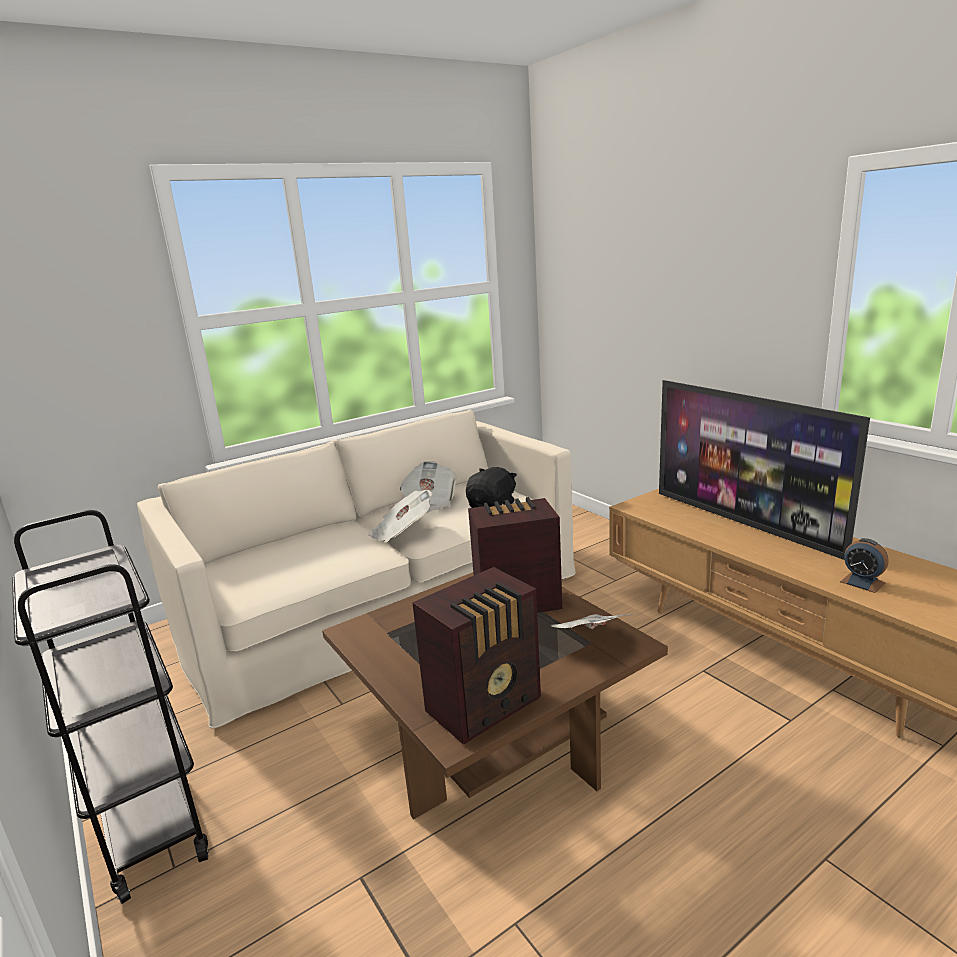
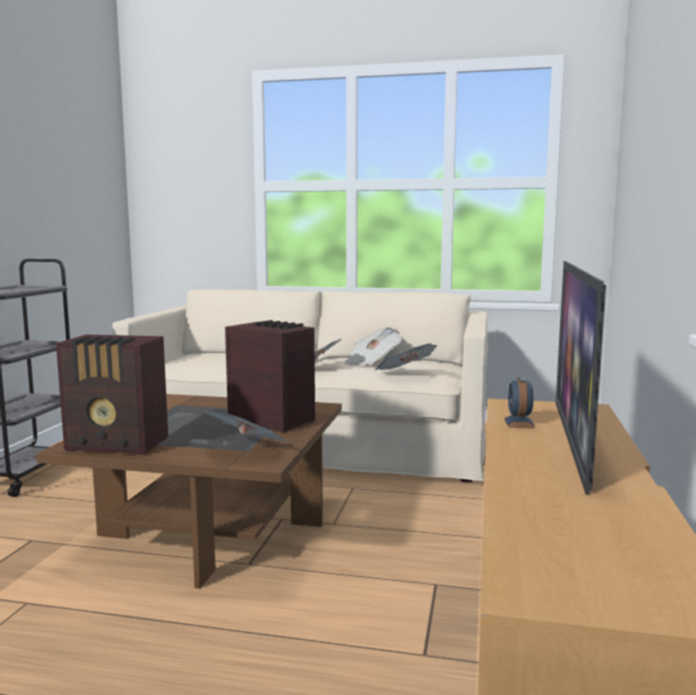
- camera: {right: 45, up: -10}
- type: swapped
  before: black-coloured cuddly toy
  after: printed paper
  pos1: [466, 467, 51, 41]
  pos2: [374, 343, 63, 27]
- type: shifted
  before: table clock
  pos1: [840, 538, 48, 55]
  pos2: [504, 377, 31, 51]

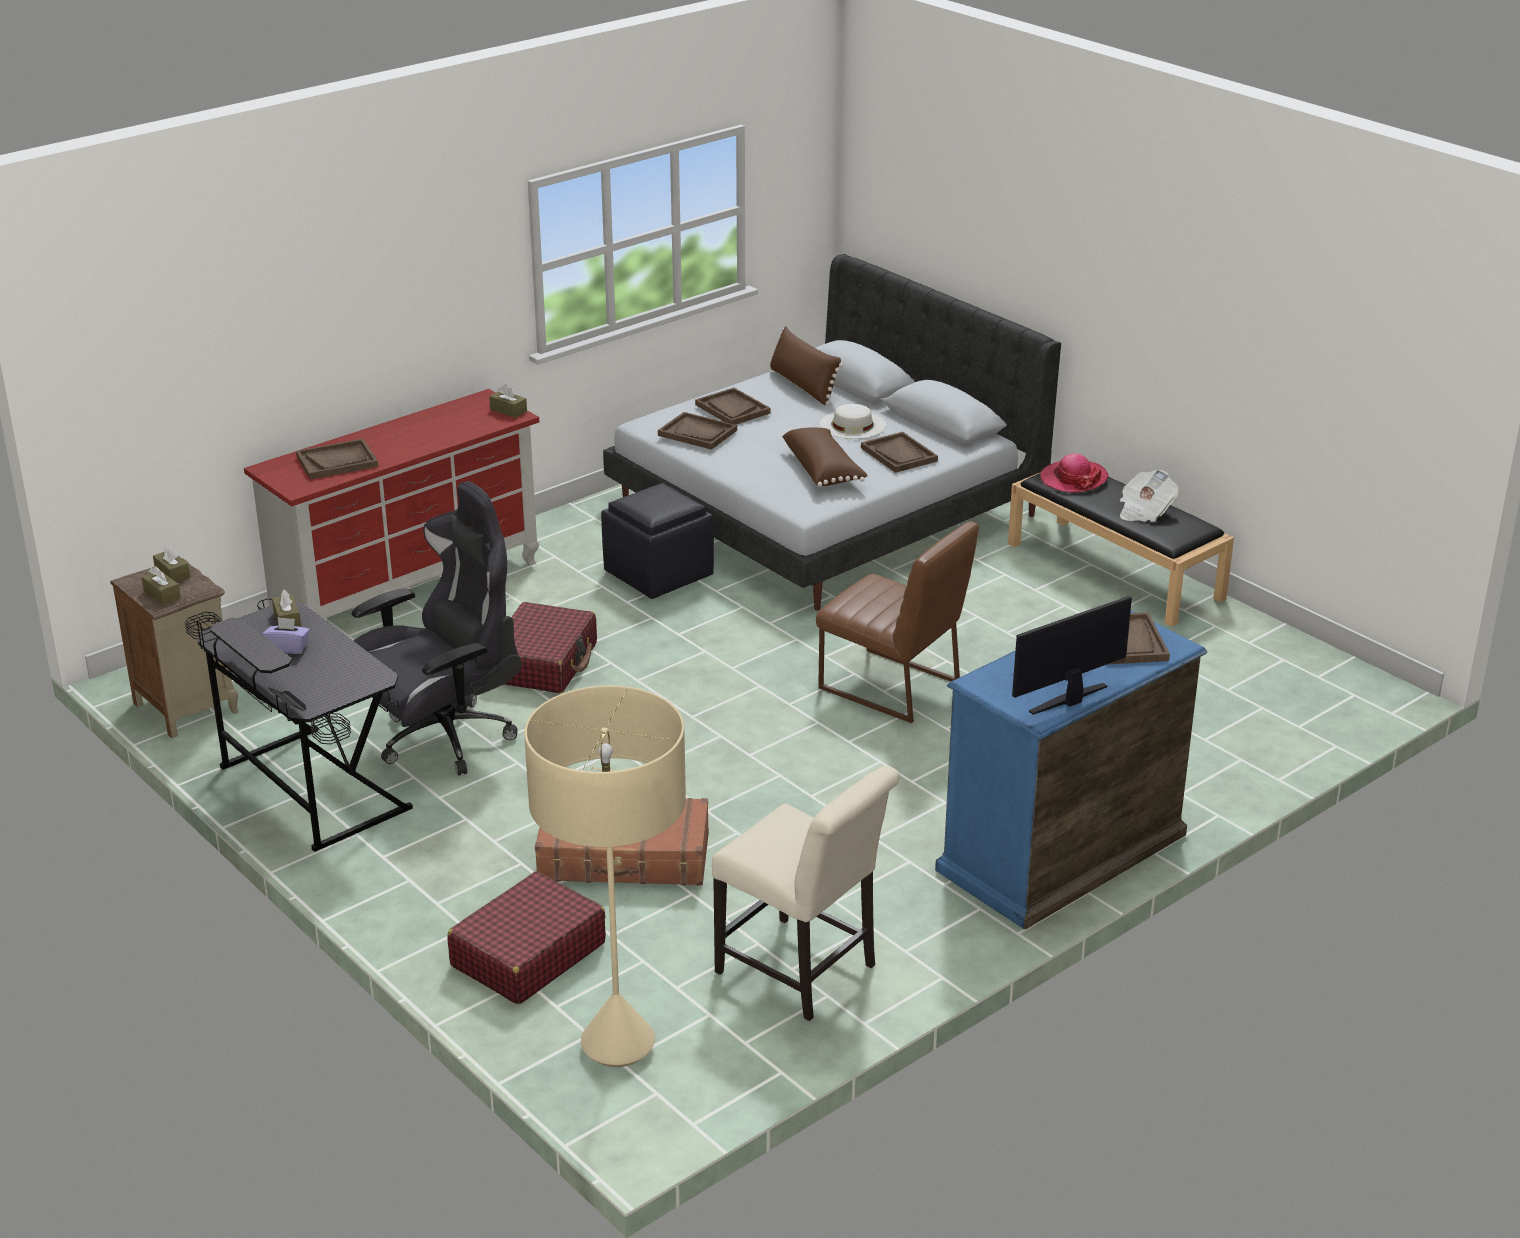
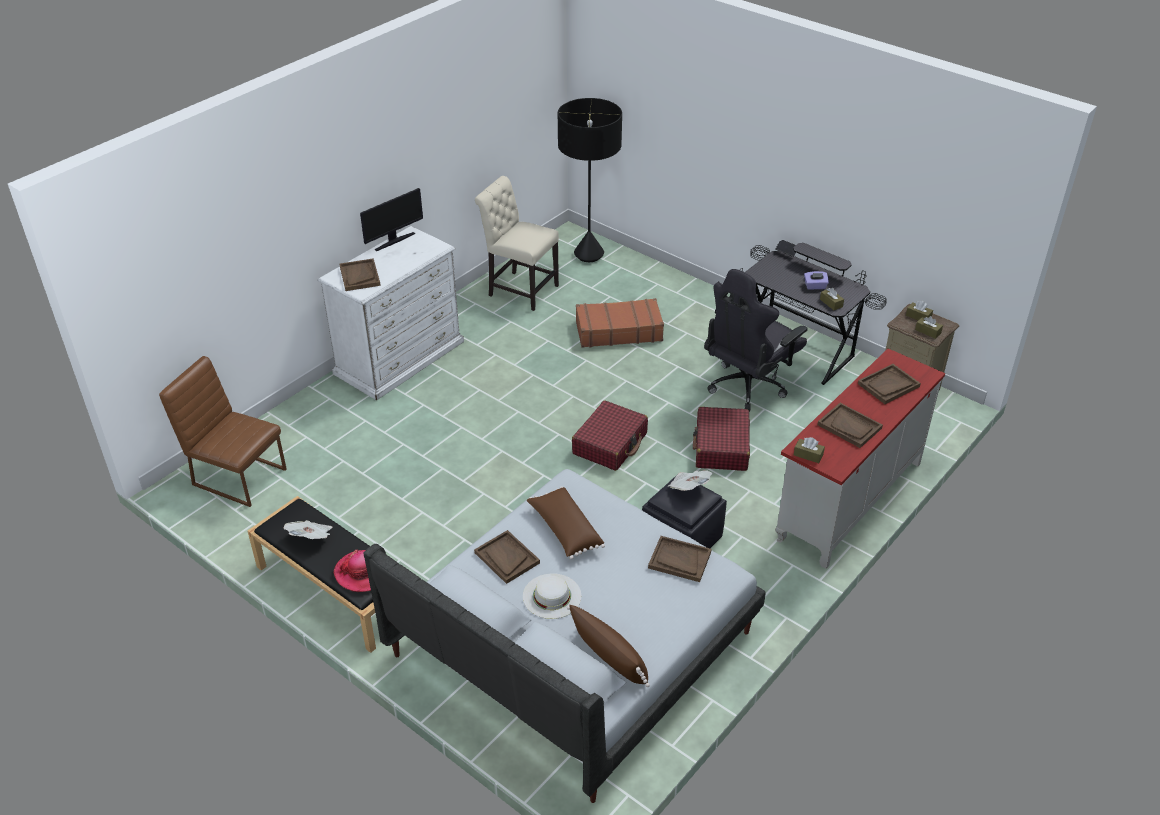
- camera: {right: 170, up: 10}
- type: shifted
  before: brown-coloured chair
  pos1: [816, 521, 163, 202]
  pos2: [159, 356, 128, 151]
- type: repainted
  before: bluish drawer chest
  after: whitish drawer chest
  pos1: [935, 611, 272, 318]
  pos2: [317, 226, 147, 174]
- type: repainted
  before: beige-coloured standard lamp
  after: black-coloured standard lamp
  pos1: [524, 685, 162, 382]
  pos2: [558, 98, 64, 164]
- type: shifted
  before: reddish piece of luggage
  pos1: [448, 872, 158, 132]
  pos2: [572, 400, 76, 71]
- type: new
  after: printed paper
  pos2: [668, 470, 45, 21]
- type: shifted
  before: brown-coloured carrying tray
  pos1: [695, 388, 76, 37]
  pos2: [817, 403, 66, 45]

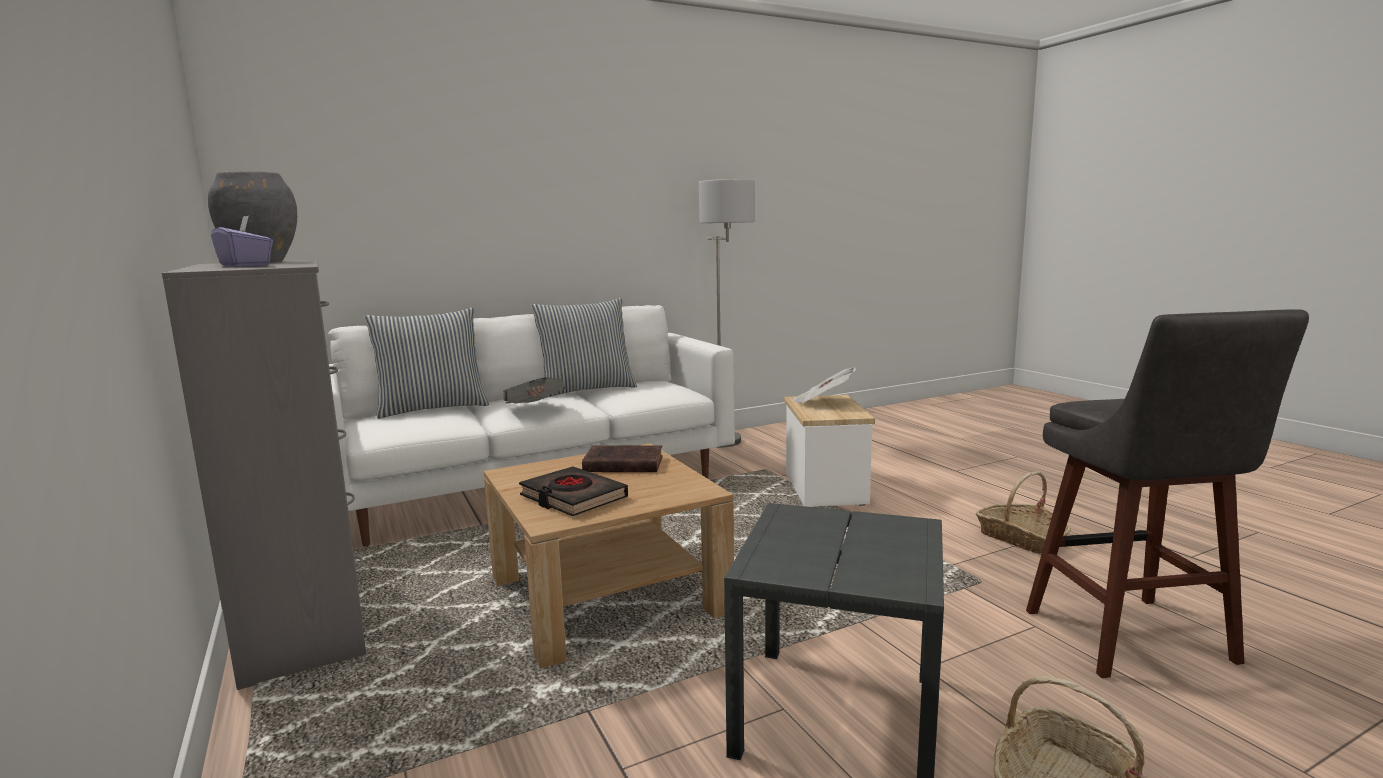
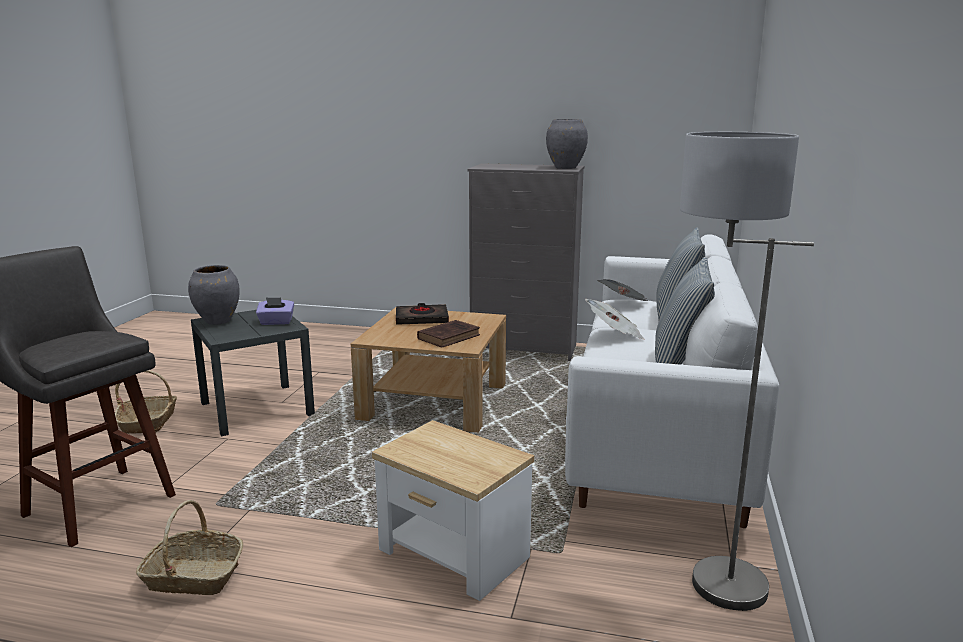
- camera: {right: 130, up: 5}
- type: new
  after: greyish decorative vase
  pos2: [188, 265, 52, 60]
- type: shifted
  before: purple-coloured tissue box
  pos1: [211, 215, 62, 52]
  pos2: [256, 297, 38, 28]
- type: shifted
  before: printed paper
  pos1: [792, 367, 64, 37]
  pos2: [597, 279, 50, 22]

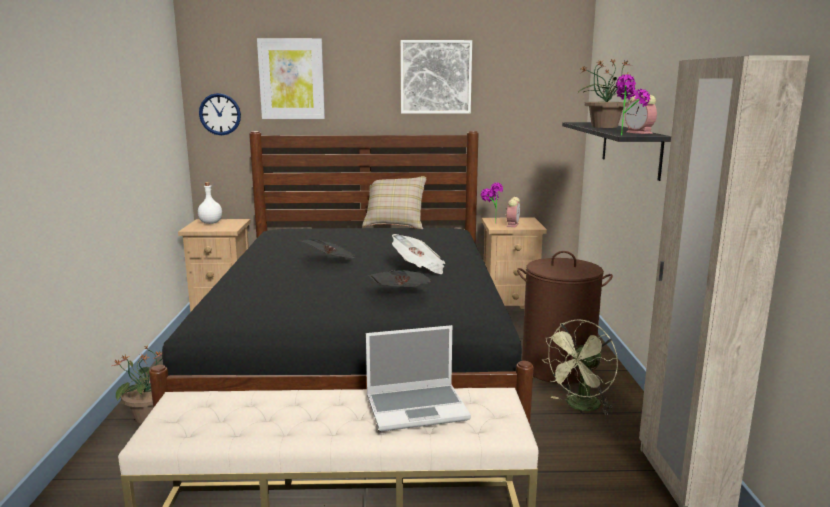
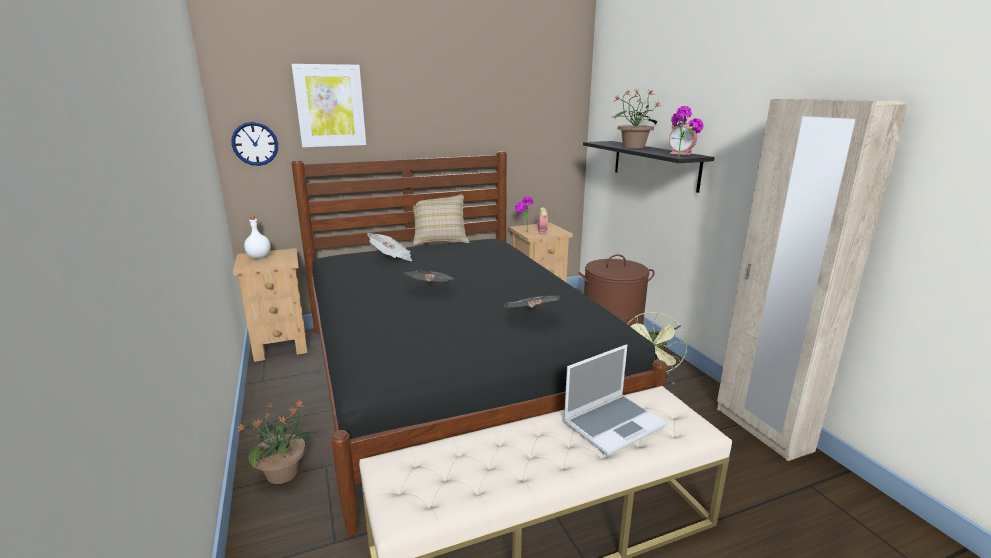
- camera: {right: -20, up: 5}
- type: shifted
  before: printed paper
  pos1: [392, 234, 53, 40]
  pos2: [367, 233, 45, 28]
- type: gone
  before: picture
  pos1: [401, 40, 71, 74]

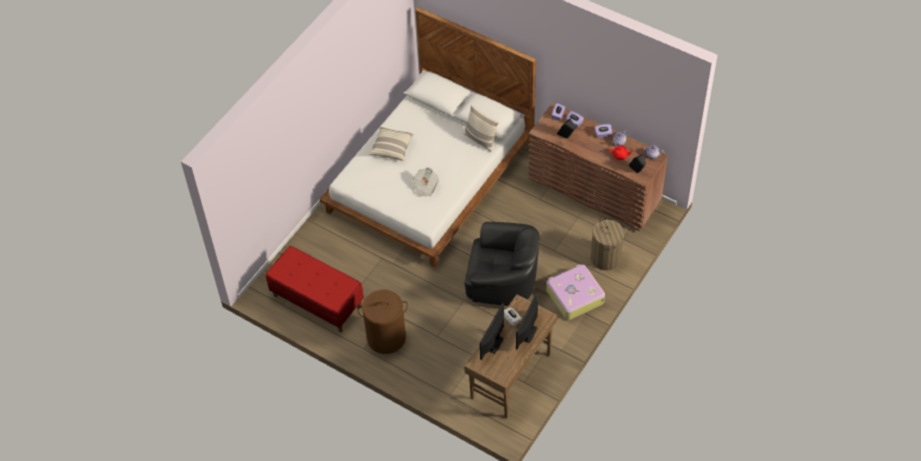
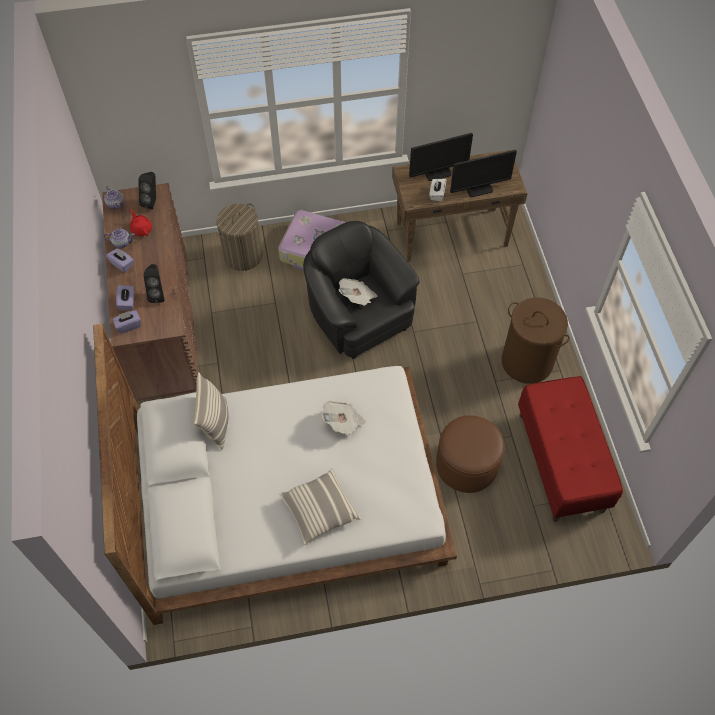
- camera: {right: -135, up: 5}
- type: new
  after: printed paper
  pos2: [338, 278, 39, 28]
- type: new
  after: brown-coloured ottoman
  pos2: [436, 415, 69, 78]

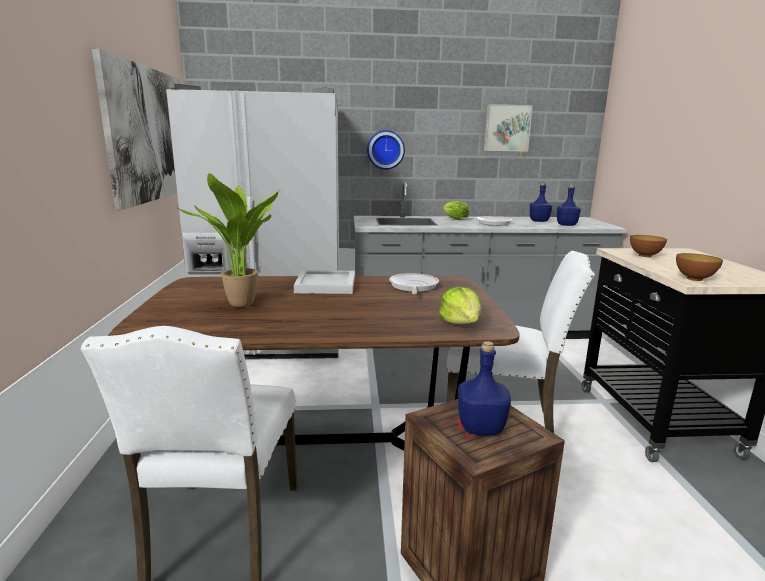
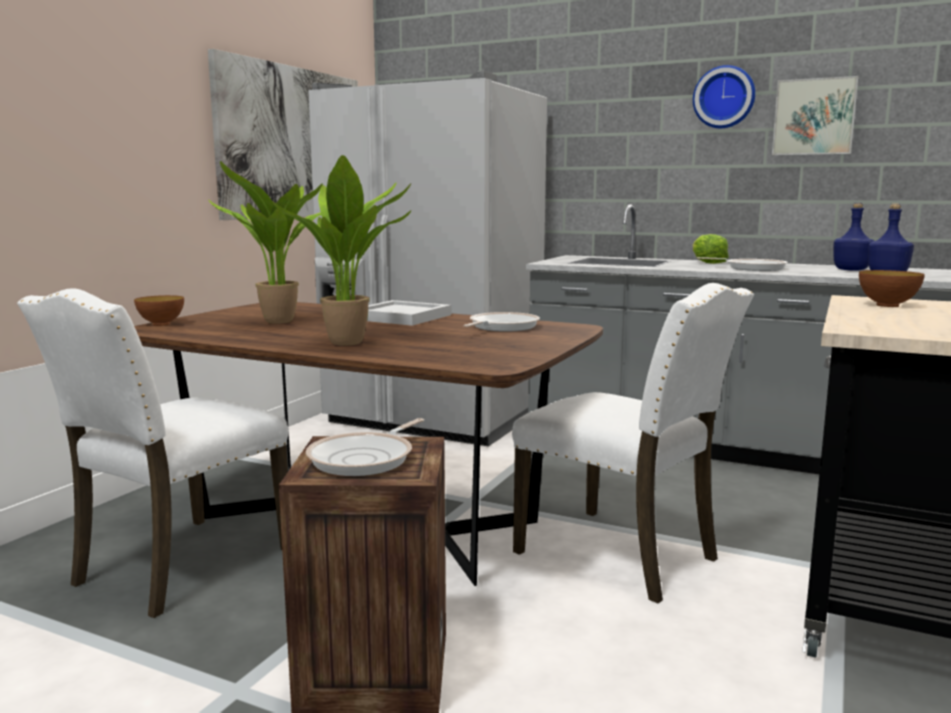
- camera: {right: 30, up: -5}
- type: shifted
  before: bowl
  pos1: [676, 253, 47, 28]
  pos2: [134, 295, 50, 31]
- type: new
  after: potted plant
  pos2: [273, 155, 138, 190]
- type: swapped
  before: bluish drink bottle
  after: skillet
  pos1: [458, 341, 53, 95]
  pos2: [306, 418, 118, 58]
- type: shifted
  before: wall clock
  pos1: [367, 130, 38, 40]
  pos2: [693, 65, 62, 63]
- type: gone
  before: head of lettuce
  pos1: [439, 287, 42, 37]

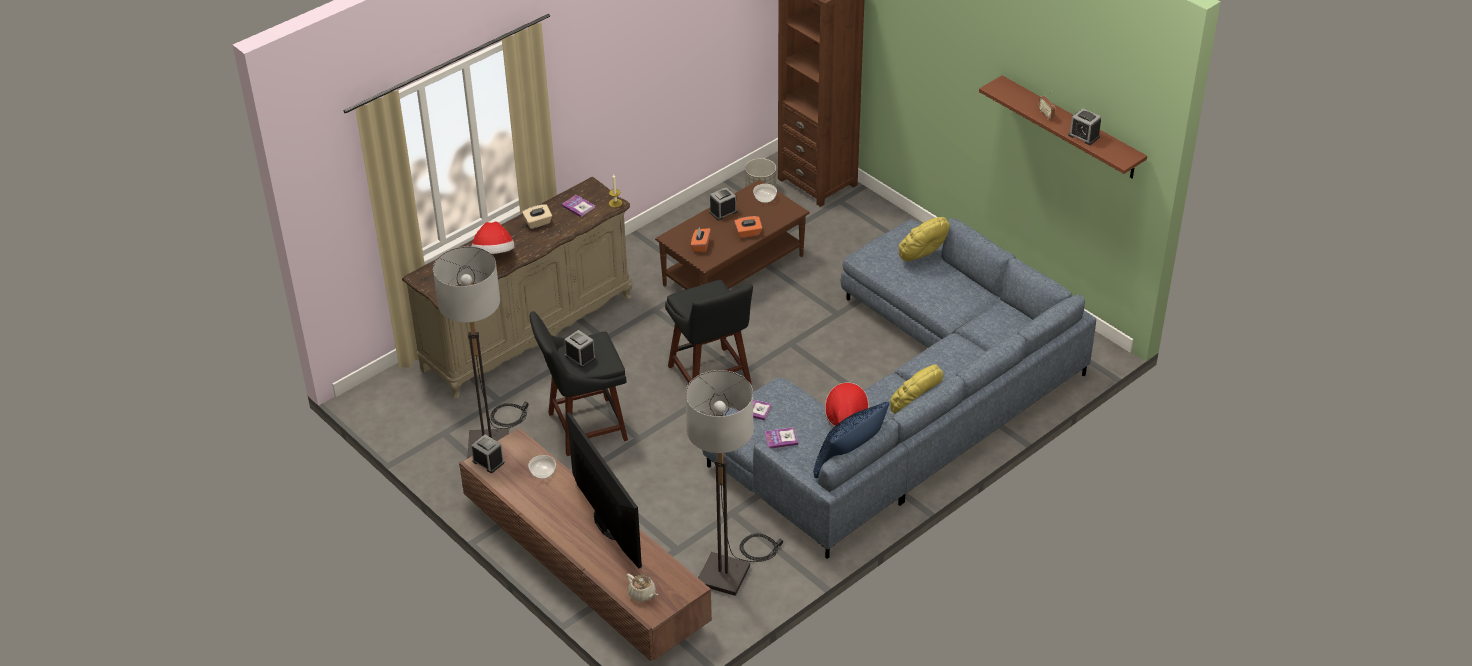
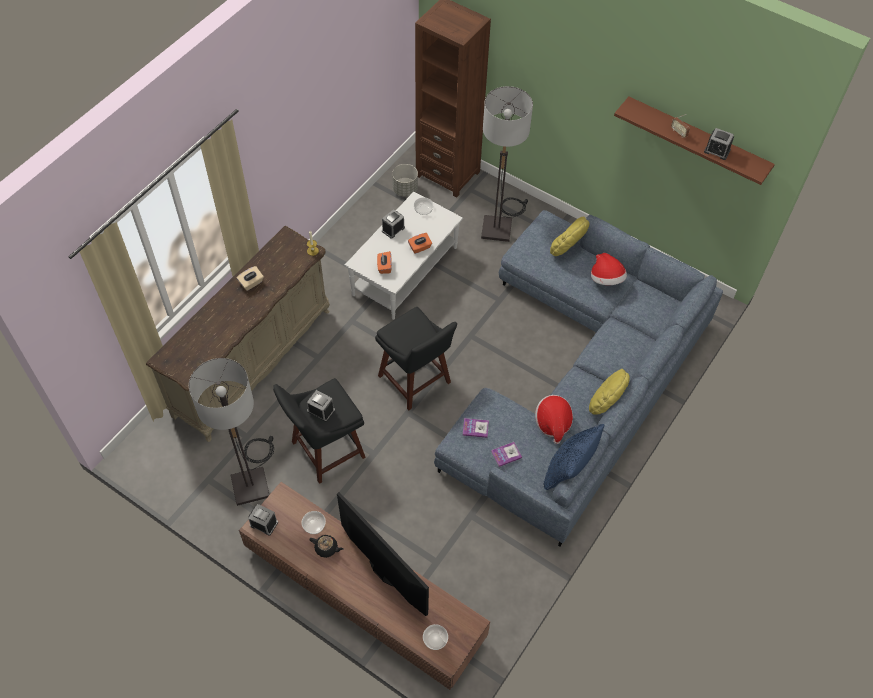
- camera: {right: -15, up: 15}
- type: new
  after: black-coloured pot for tea
  pos2: [309, 535, 35, 23]
- type: repainted
  before: brown-coloured coffee table
  after: whitish coffee table
  pos1: [655, 179, 155, 111]
  pos2: [344, 192, 119, 128]
- type: swapped
  before: beige-coloured pot for tea
  after: bowl
  pos1: [626, 573, 32, 29]
  pos2: [423, 624, 25, 26]
- type: shifted
  before: standard lamp
  pos1: [685, 370, 98, 226]
  pos2: [481, 86, 52, 156]
- type: shifted
  before: wearable hat
  pos1: [472, 222, 43, 32]
  pos2: [591, 253, 36, 32]
- type: gone
  before: book
  pos1: [561, 195, 34, 22]

